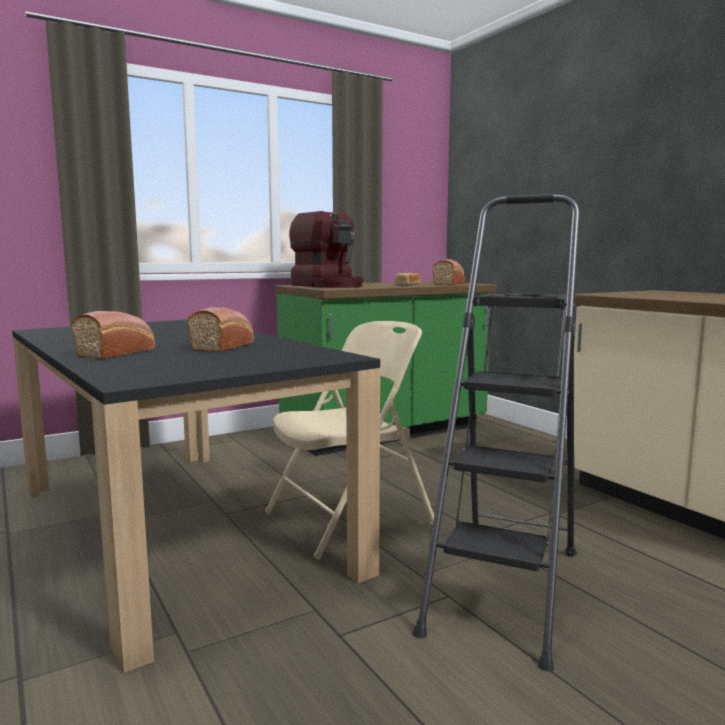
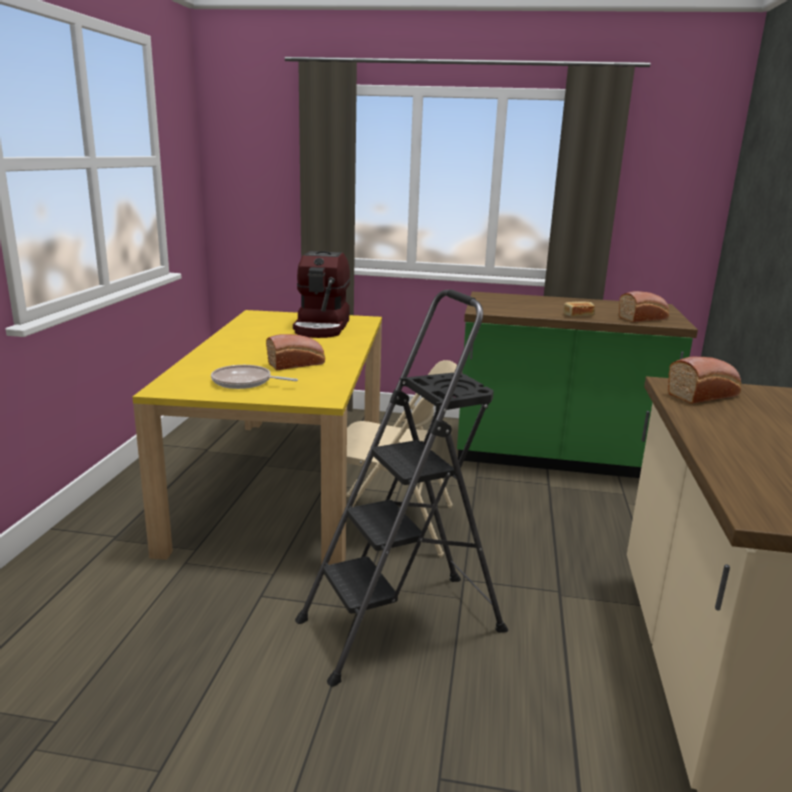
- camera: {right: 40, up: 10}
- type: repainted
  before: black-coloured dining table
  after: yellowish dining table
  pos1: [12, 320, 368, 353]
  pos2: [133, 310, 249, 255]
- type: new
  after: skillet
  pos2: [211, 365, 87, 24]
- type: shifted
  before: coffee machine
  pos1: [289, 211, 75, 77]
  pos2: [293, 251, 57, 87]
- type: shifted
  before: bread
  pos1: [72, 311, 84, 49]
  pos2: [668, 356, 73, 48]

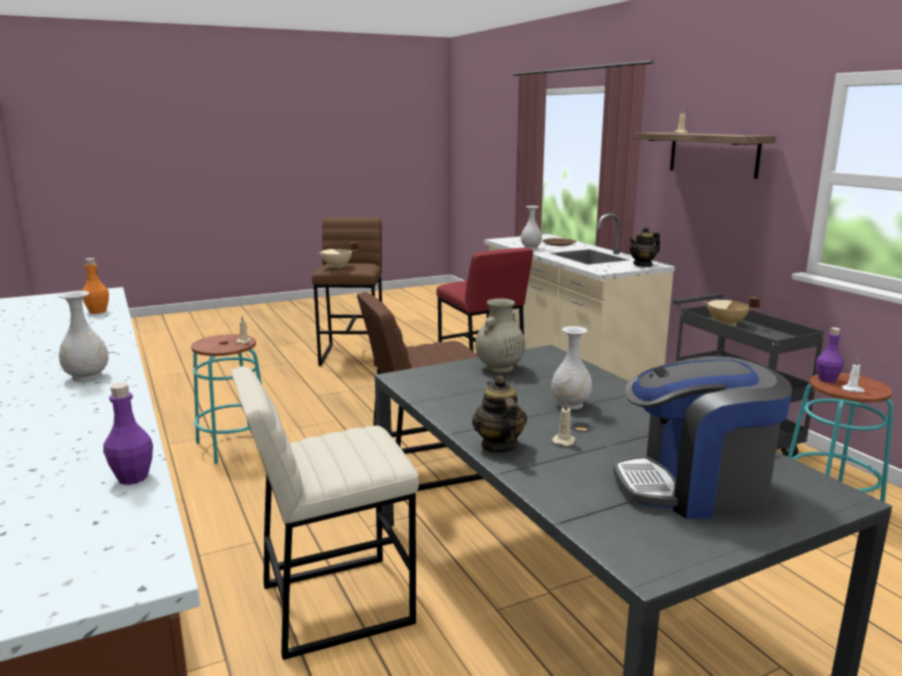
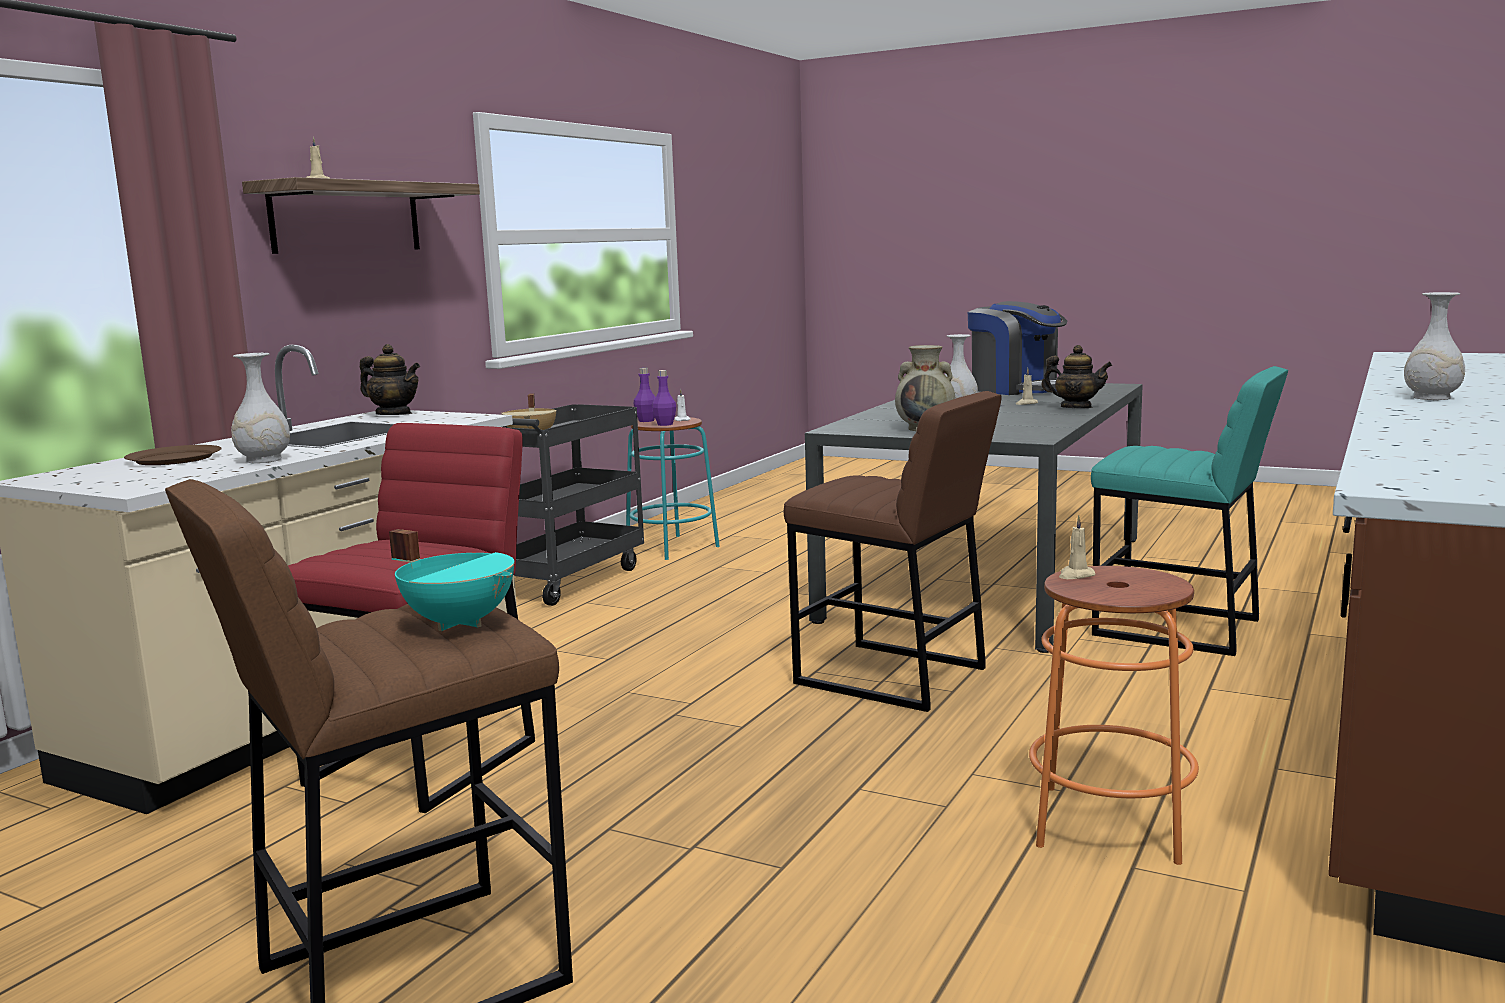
- camera: {right: -125, up: -5}
- type: repainted
  before: beige-coloured cooking pot
  after: blue-green cooking pot
  pos1: [318, 242, 40, 26]
  pos2: [389, 529, 125, 102]
- type: shifted
  before: purple-coloured drink bottle
  pos1: [103, 383, 50, 102]
  pos2: [634, 368, 22, 54]
- type: repainted
  before: blue-green stool
  after: orange-coloured stool
  pos1: [191, 334, 71, 130]
  pos2: [1029, 566, 170, 299]
- type: rotated
  before: pot for tea
  pos1: [472, 375, 55, 78]
  pos2: [1041, 345, 71, 63]
  turn: -105
- type: repainted
  before: beige-coloured chair
  after: blue-green chair
  pos1: [230, 366, 189, 294]
  pos2: [1091, 366, 197, 290]
- type: gone
  before: orange-coloured drink bottle
  pos1: [82, 258, 27, 56]

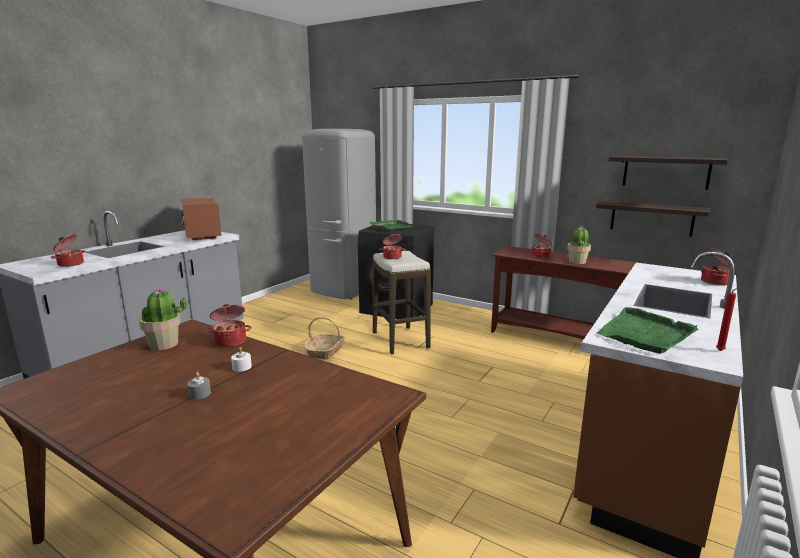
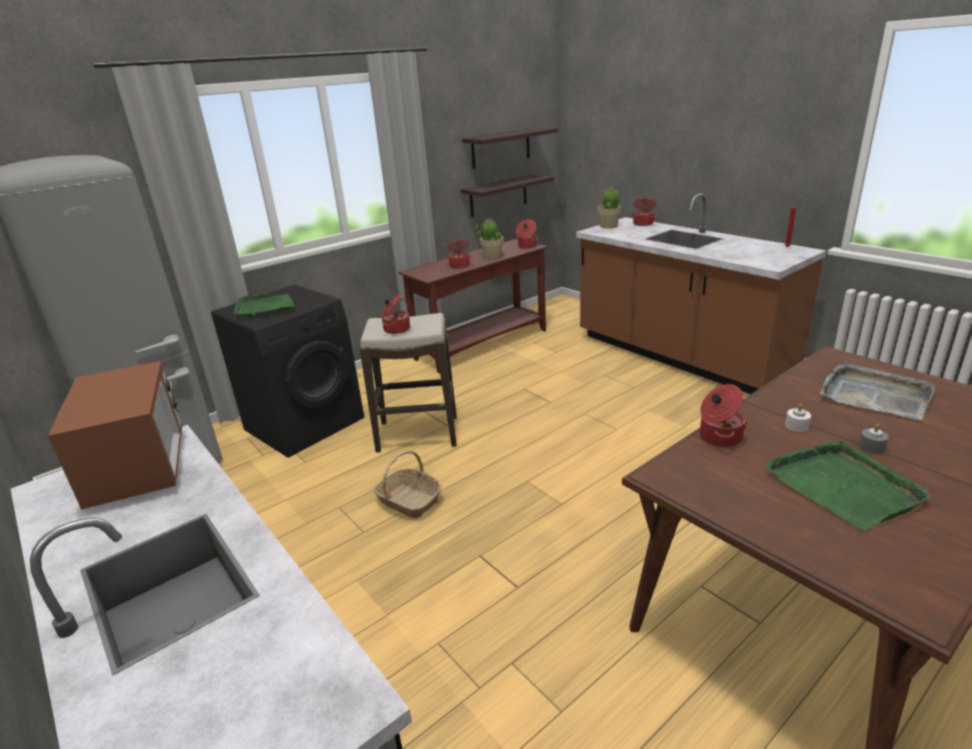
- camera: {right: -70, up: 10}
- type: rotated
  before: microwave oven
  pos1: [181, 197, 41, 43]
  pos2: [48, 361, 134, 149]
  turn: -105
- type: shifted
  before: cooking pot
  pos1: [51, 234, 35, 33]
  pos2: [516, 219, 22, 30]
- type: shifted
  before: potted plant
  pos1: [139, 287, 48, 63]
  pos2: [597, 186, 25, 43]
- type: shifted
  before: green carrying tray
  pos1: [597, 307, 102, 47]
  pos2: [765, 440, 166, 90]
- type: new
  after: greyish carrying tray
  pos2: [820, 362, 115, 58]

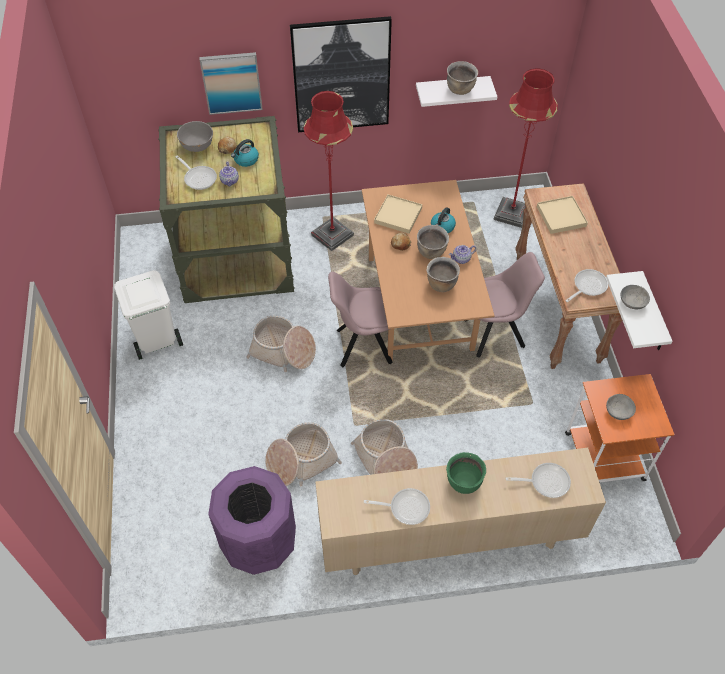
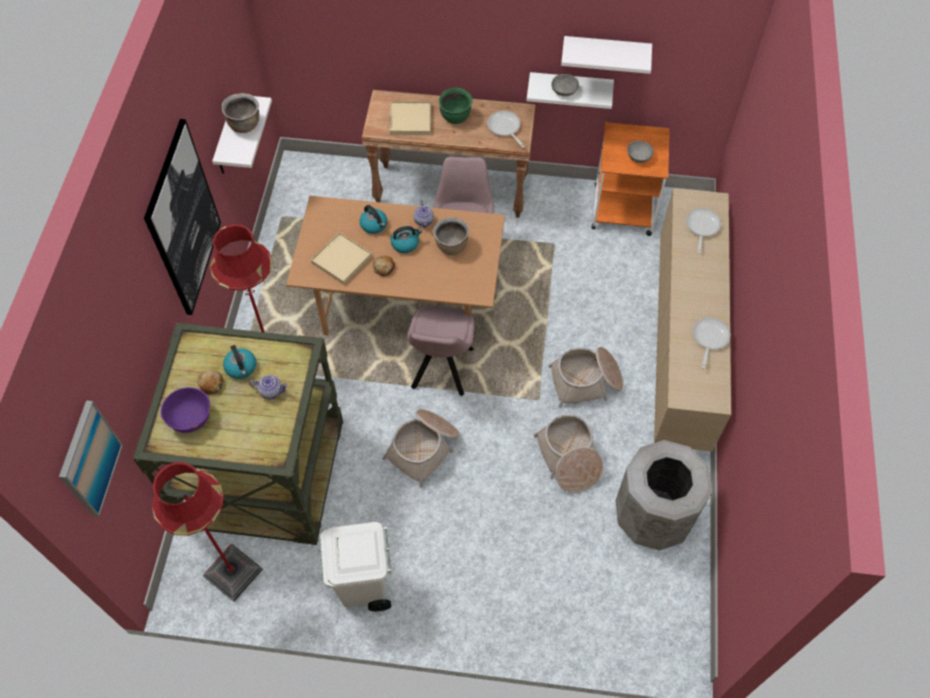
- camera: {right: -75, up: 5}
- type: shifted
  before: picture
  pos1: [199, 52, 64, 63]
  pos2: [59, 400, 64, 116]
- type: shifted
  before: reddish standard lamp
  pos1: [494, 68, 64, 160]
  pos2: [152, 462, 111, 140]
- type: repainted
  before: greyish bowl
  after: purple-coloured bowl
  pos1: [177, 121, 36, 31]
  pos2: [161, 387, 49, 46]
- type: swapped
  before: brown-coloured cooking pot
  after: water kettle
  pos1: [417, 225, 32, 34]
  pos2: [391, 226, 31, 27]
- type: shifted
  before: green cooking pot
  pos1: [446, 452, 40, 42]
  pos2: [439, 88, 34, 36]
- type: new
  after: whitish shelf
  pos2: [561, 36, 91, 38]
- type: repainted
  before: purple-coloured waste bin
  after: greyish waste bin
  pos1: [208, 466, 88, 109]
  pos2: [615, 440, 97, 111]
- type: gone
  before: skillet
  pos1: [175, 155, 42, 35]

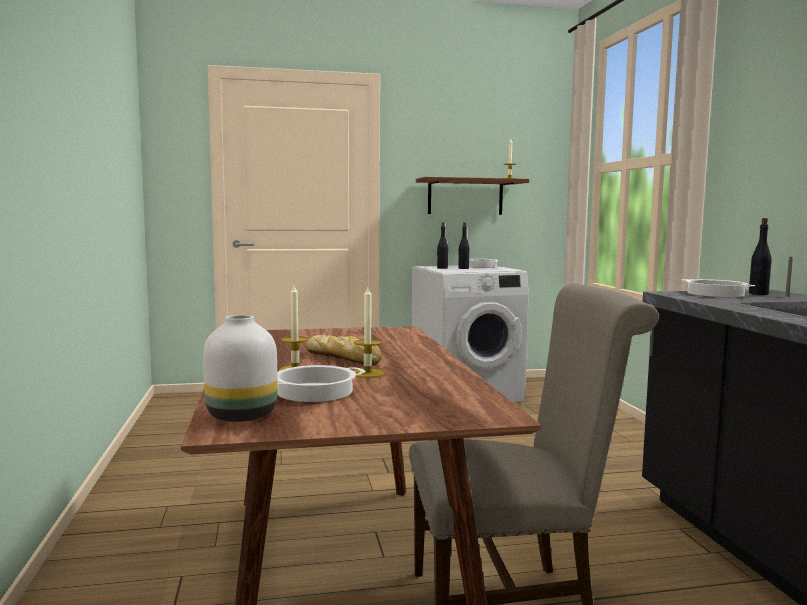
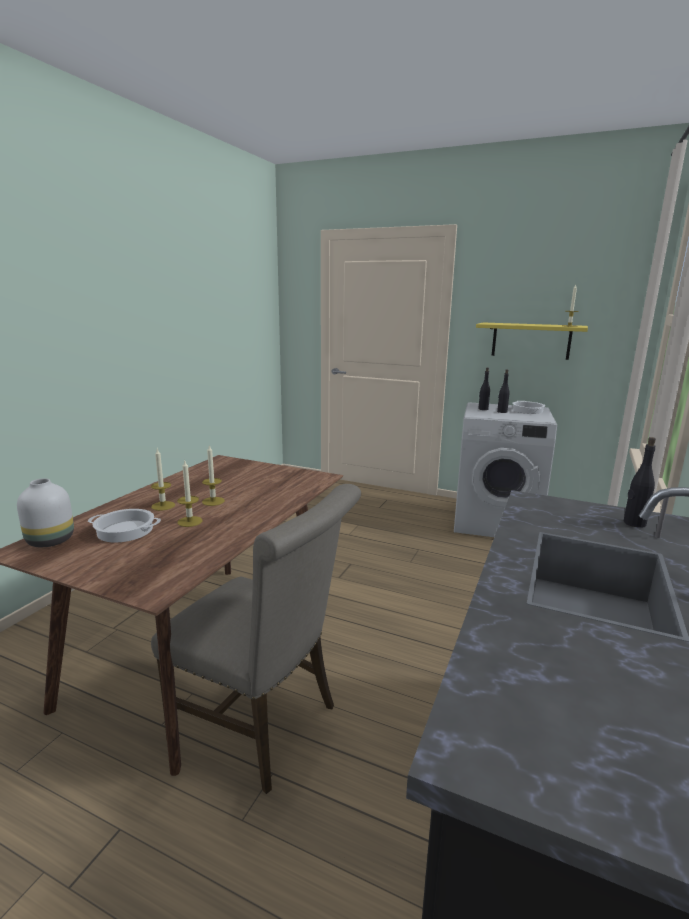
- camera: {right: 35, up: 10}
- type: swapped
  before: bread
  after: wax light
  pos1: [306, 334, 76, 31]
  pos2: [202, 445, 23, 61]
- type: repainted
  before: brown-coloured shelf
  after: yellowish shelf
  pos1: [416, 177, 113, 38]
  pos2: [476, 322, 112, 38]
- type: gone
  before: cooking pot
  pos1: [682, 279, 73, 18]

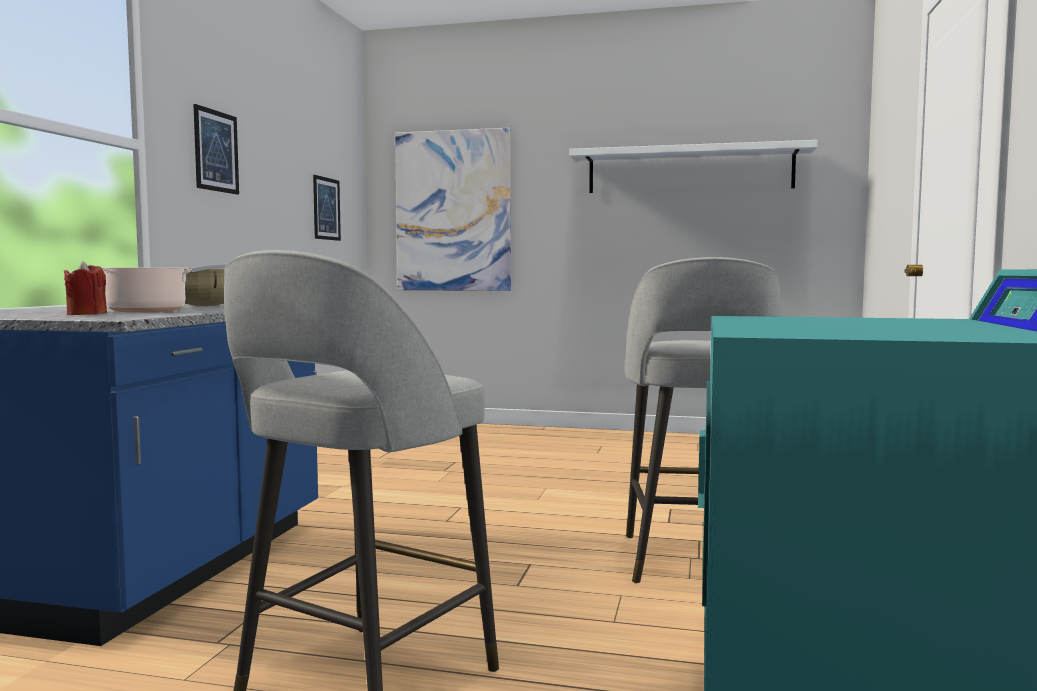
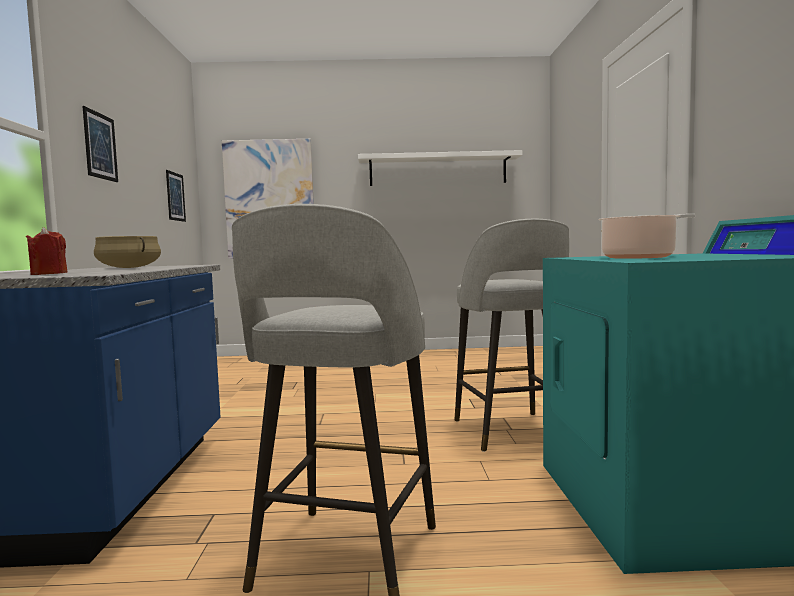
- camera: {right: -15, up: 0}
- type: shifted
  before: cooking pot
  pos1: [101, 264, 125, 48]
  pos2: [598, 214, 97, 45]

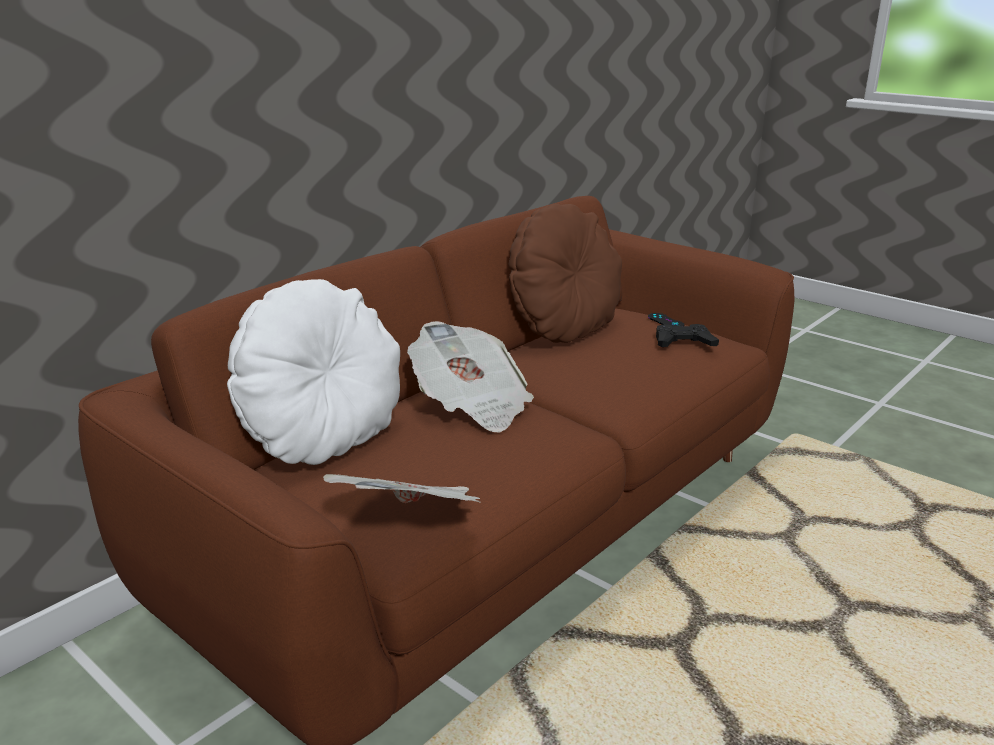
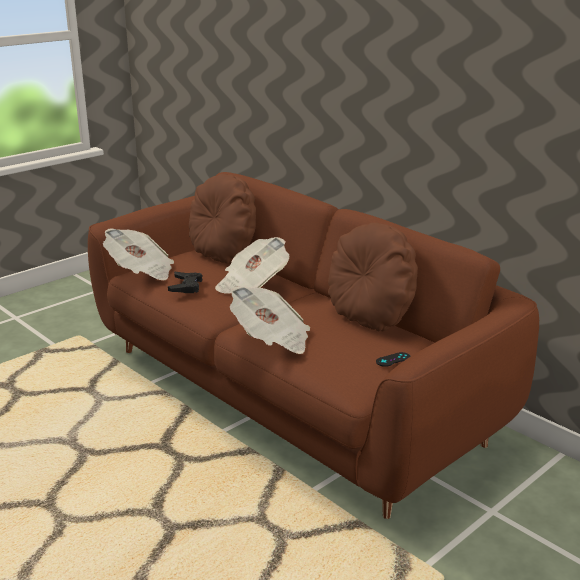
- camera: {right: 95, up: 0}
- type: shifted
  before: black-coloured gamepad
  pos1: [656, 324, 63, 23]
  pos2: [168, 271, 34, 22]
- type: repainted
  before: whitish throw pillow
  after: brown-coloured throw pillow
  pos1: [227, 279, 173, 186]
  pos2: [189, 174, 67, 90]
- type: new
  after: printed paper
  pos2: [230, 286, 80, 68]

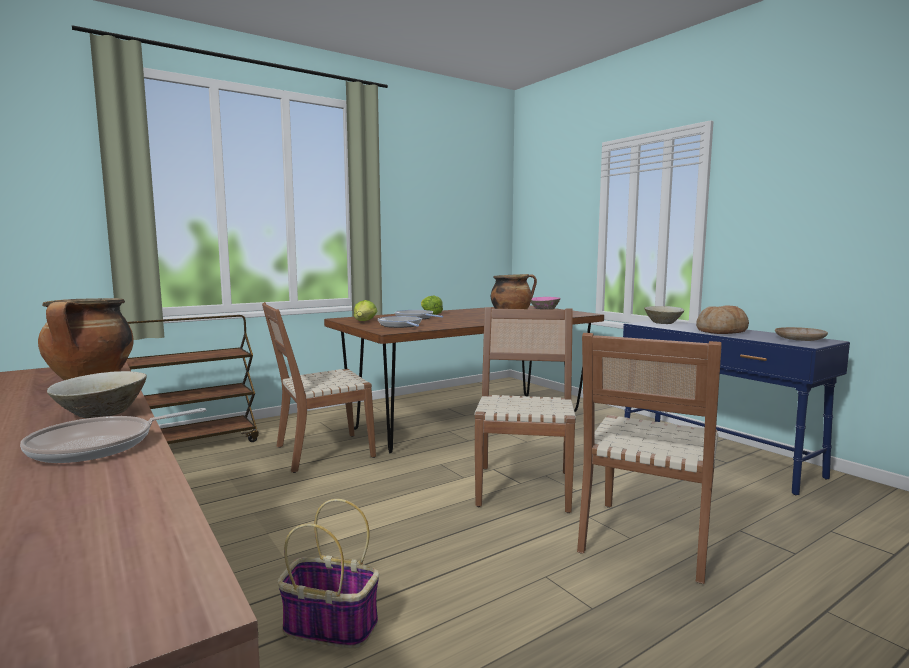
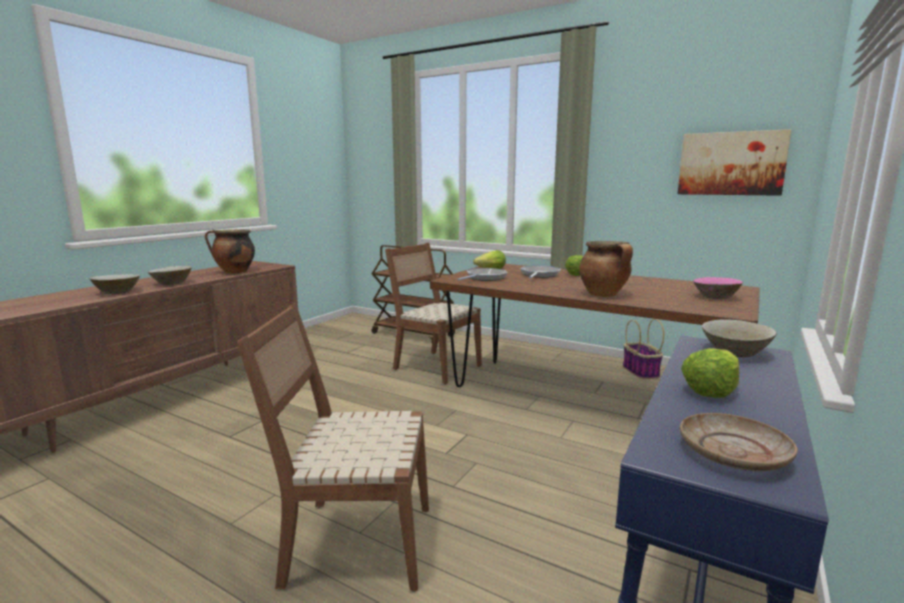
- camera: {right: 65, up: 5}
- type: swapped
  before: skillet
  after: beige-coloured bowl
  pos1: [20, 408, 186, 55]
  pos2: [90, 274, 50, 20]
- type: shifted
  before: basket
  pos1: [278, 499, 101, 149]
  pos2: [623, 319, 41, 60]
- type: new
  after: picture
  pos2: [678, 129, 114, 67]
- type: swapped
  before: bread
  after: head of lettuce
  pos1: [696, 305, 53, 29]
  pos2: [681, 348, 58, 50]
- type: gone
  before: chair
  pos1: [475, 307, 101, 206]

